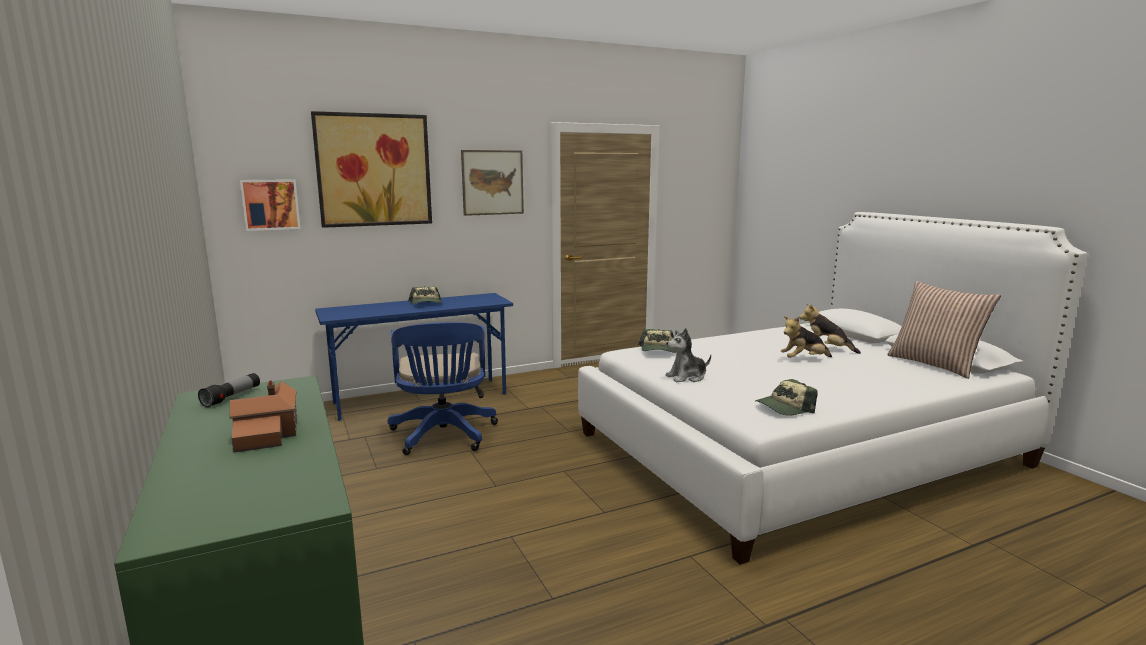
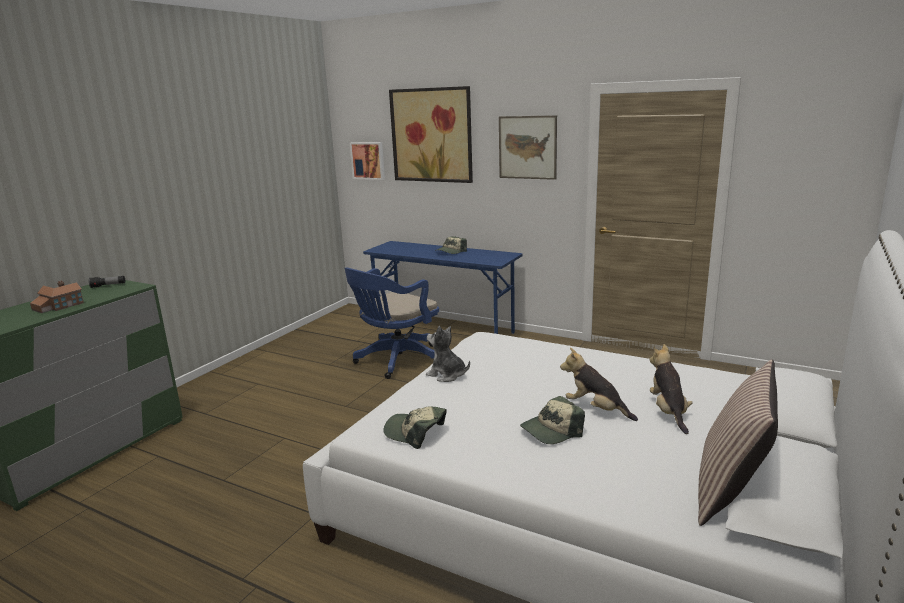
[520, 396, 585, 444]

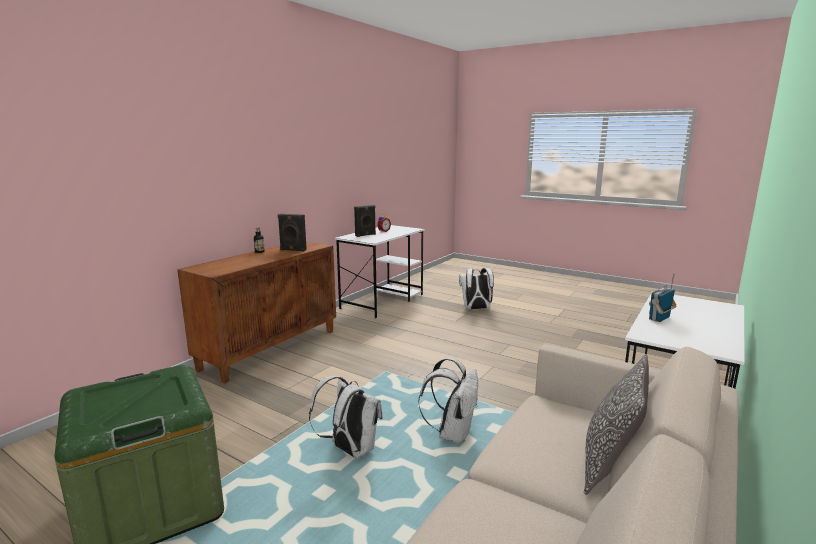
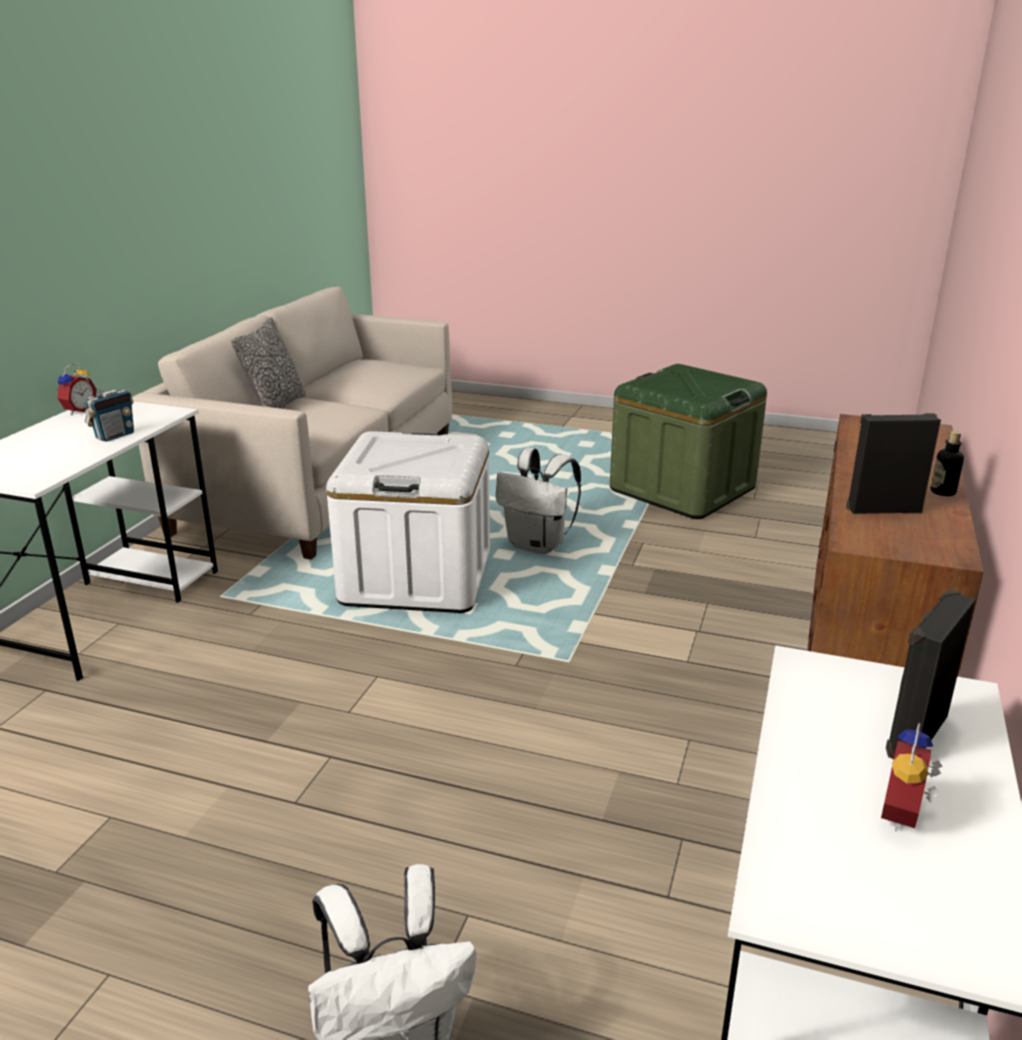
[57, 363, 97, 415]
[326, 431, 490, 613]

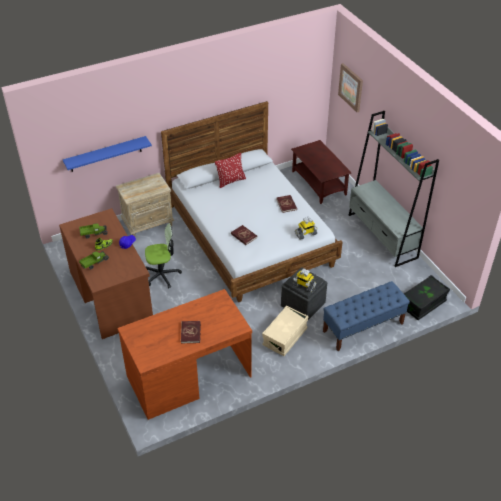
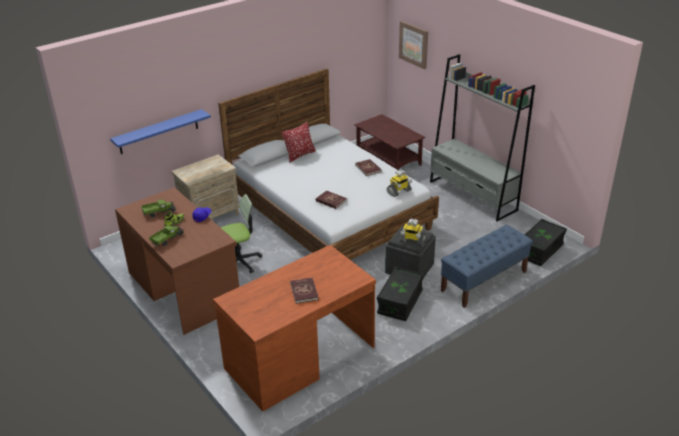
[377, 267, 424, 321]

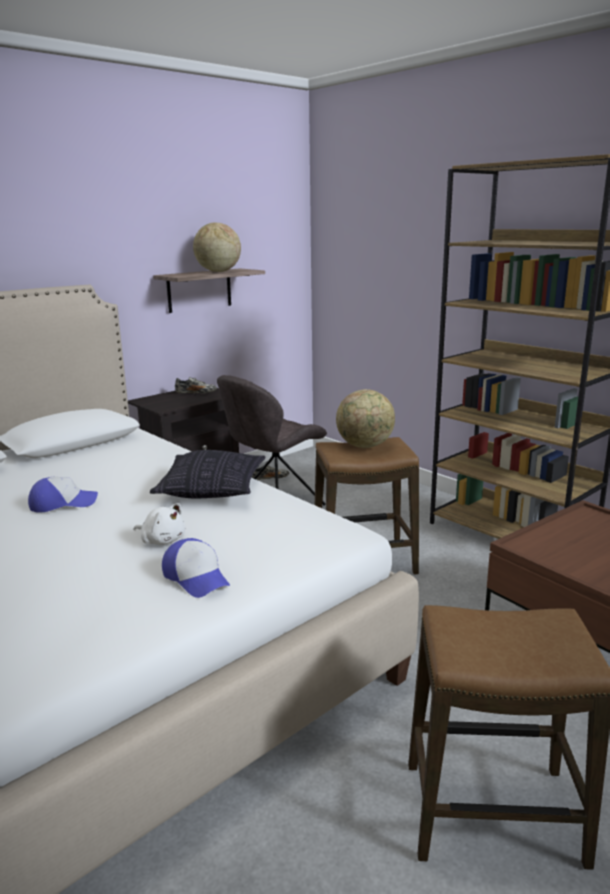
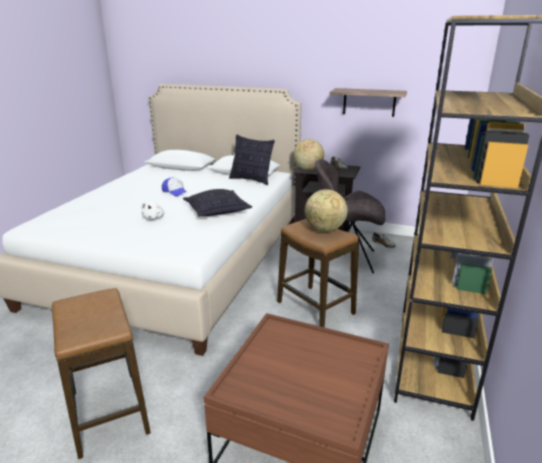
[162, 538, 230, 598] (first image)
[229, 134, 275, 185]
[293, 139, 324, 171]

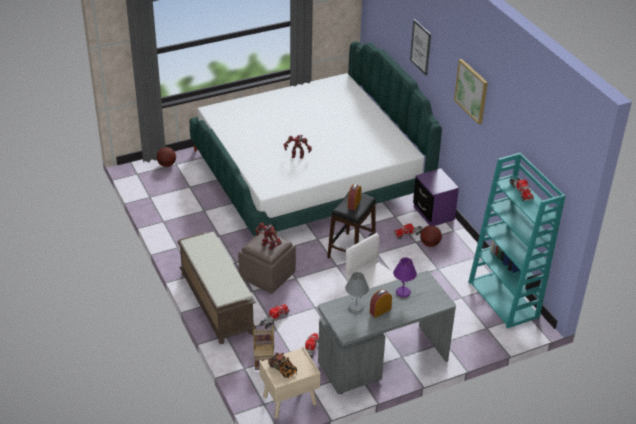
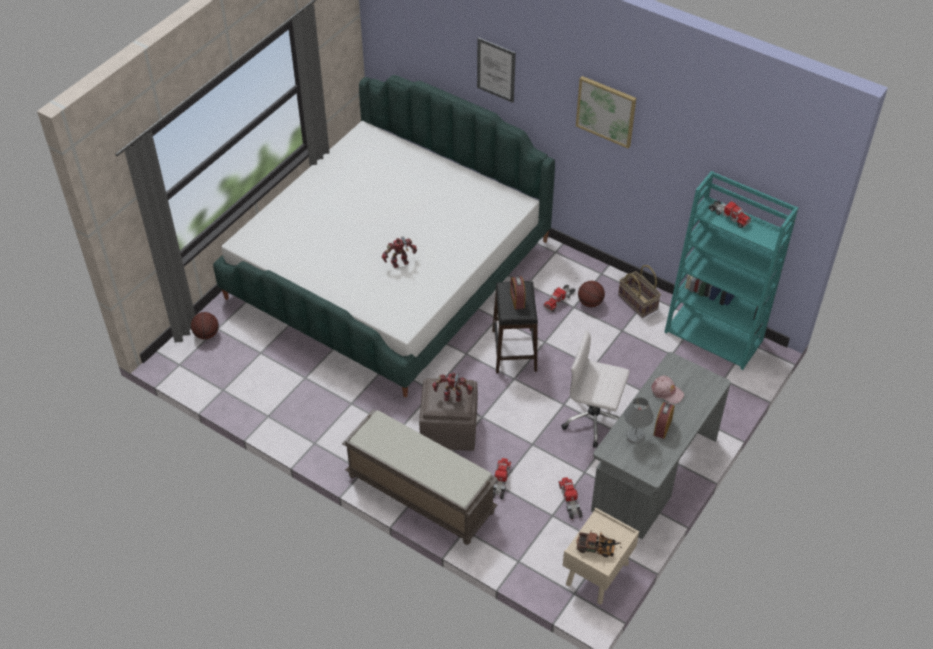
[413, 168, 459, 226] (first image)
[618, 265, 661, 318]
[651, 375, 684, 404]

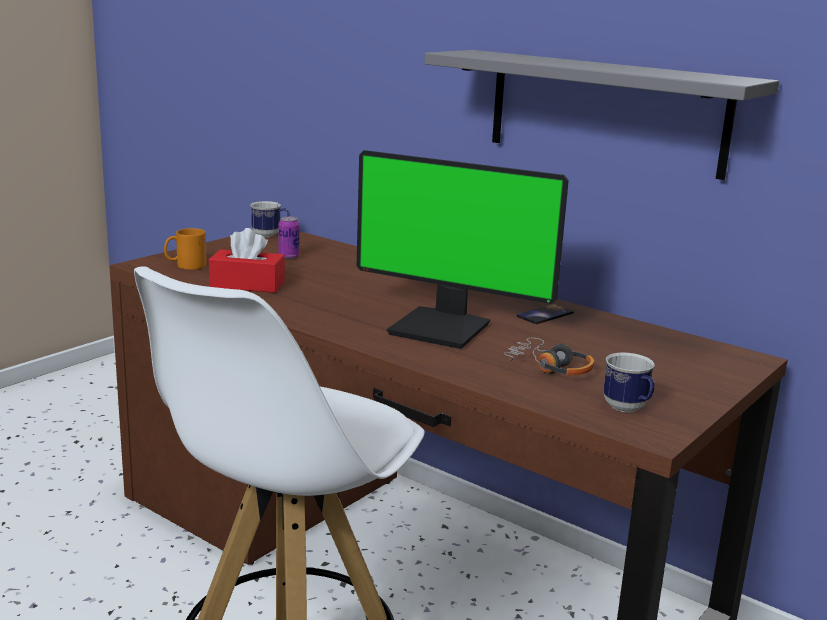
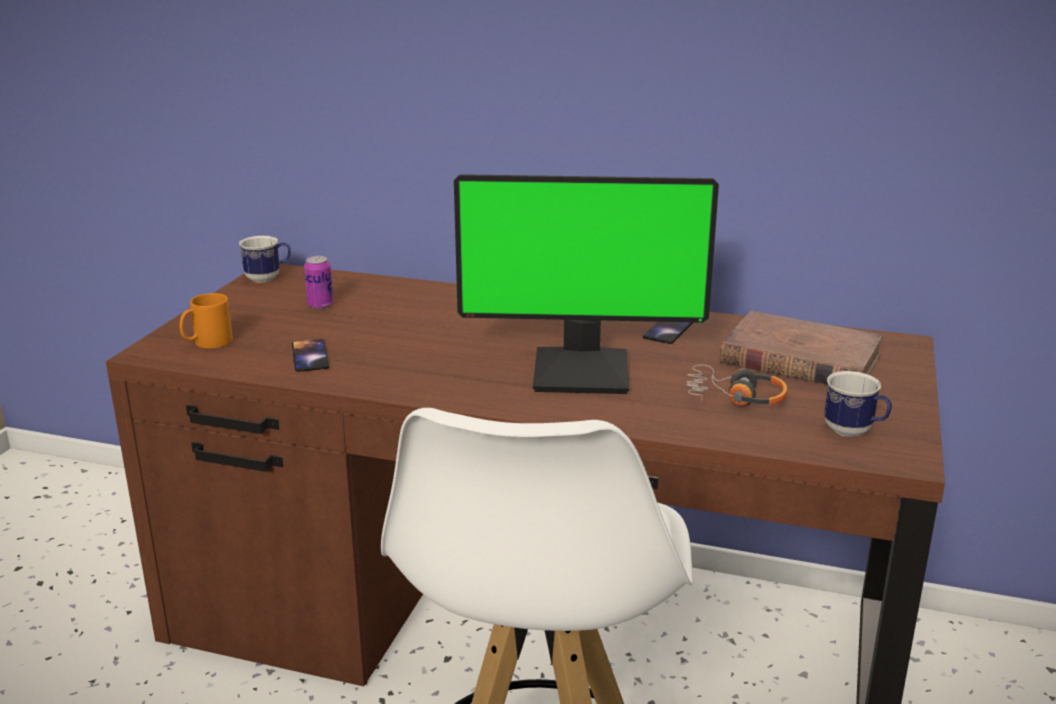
[424, 50, 779, 180] (first image)
[720, 311, 884, 385]
[292, 339, 329, 372]

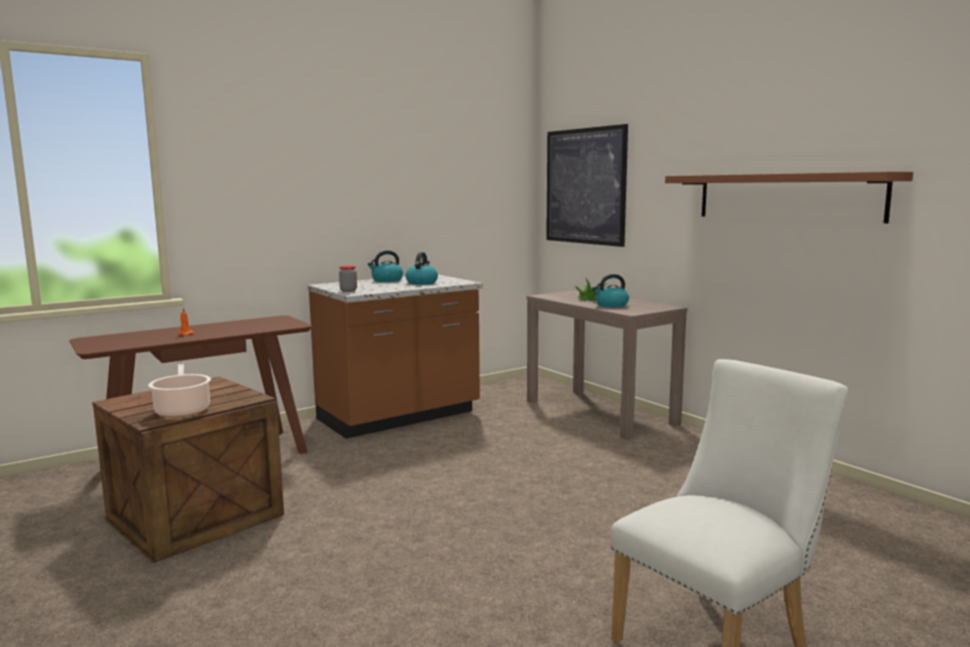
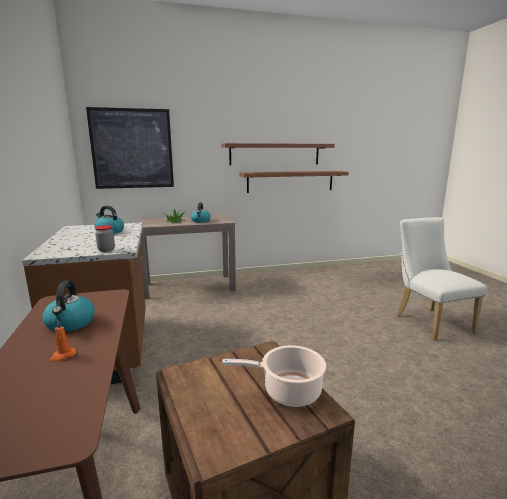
[239, 171, 349, 193]
[42, 280, 95, 332]

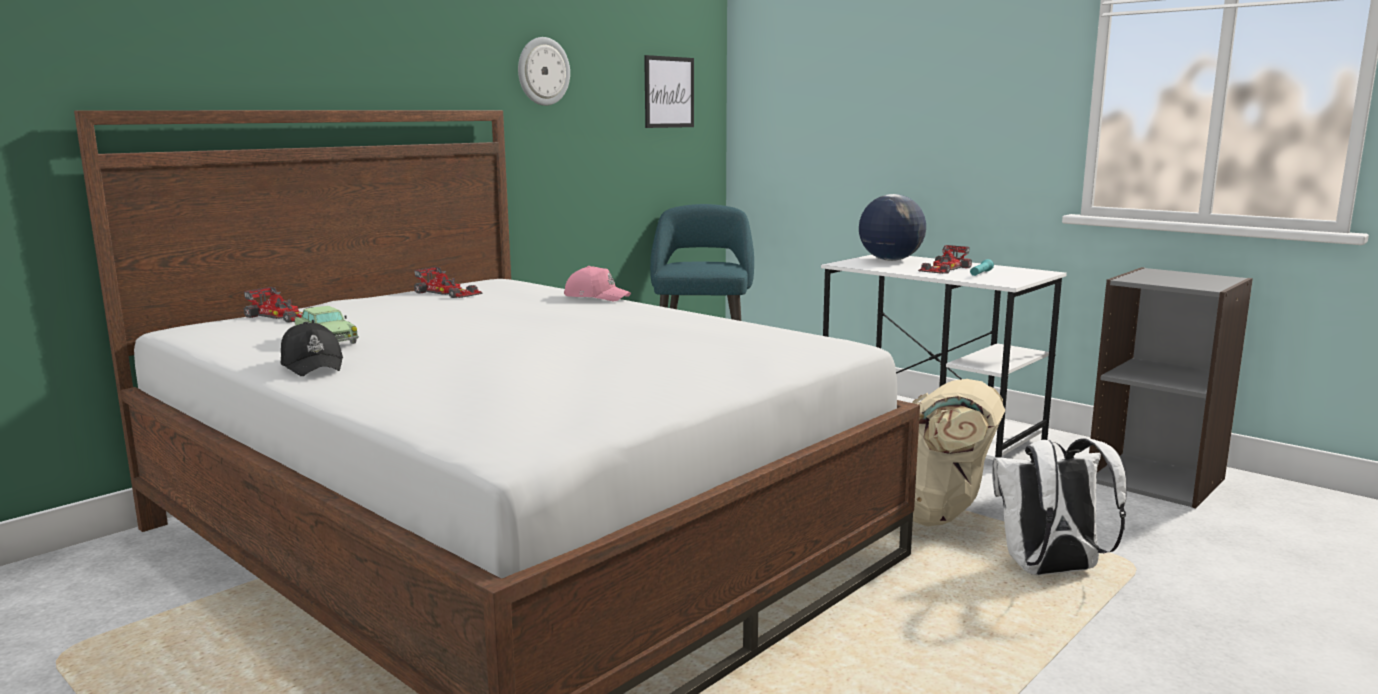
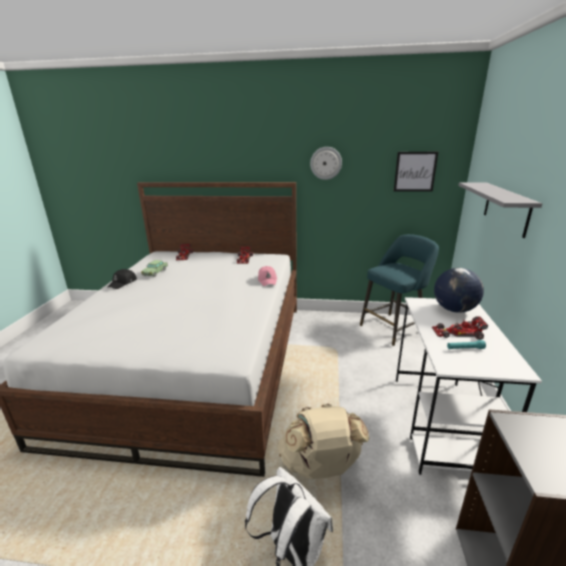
[458, 182, 542, 238]

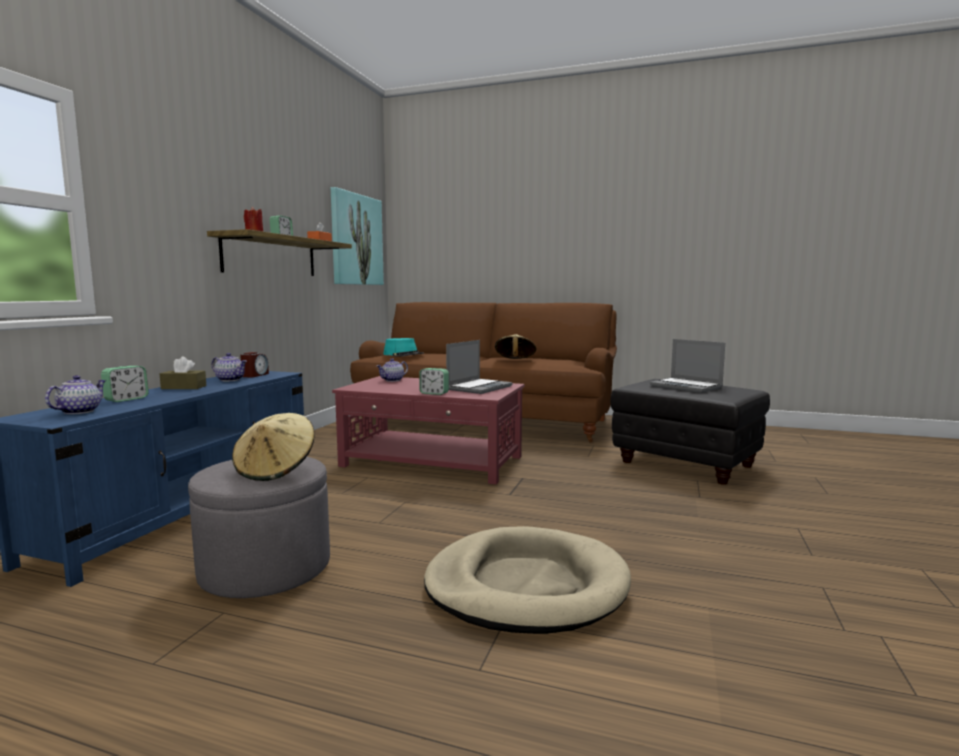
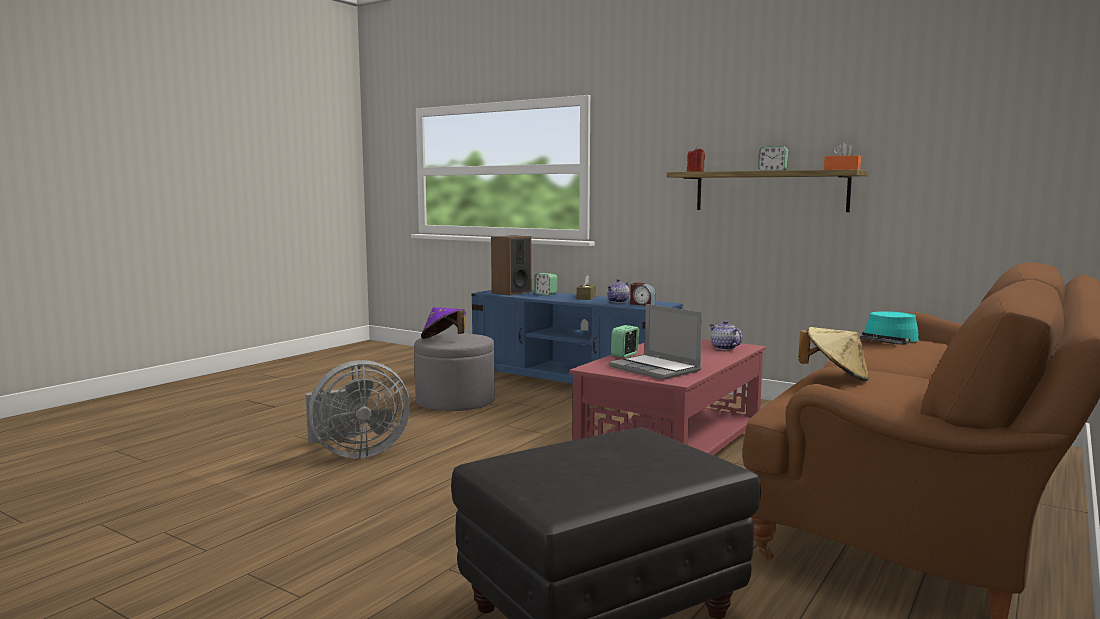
[331, 187, 384, 285] (first image)
[650, 339, 725, 393] (first image)
[491, 235, 531, 295]
[305, 360, 410, 459]
[421, 307, 466, 339]

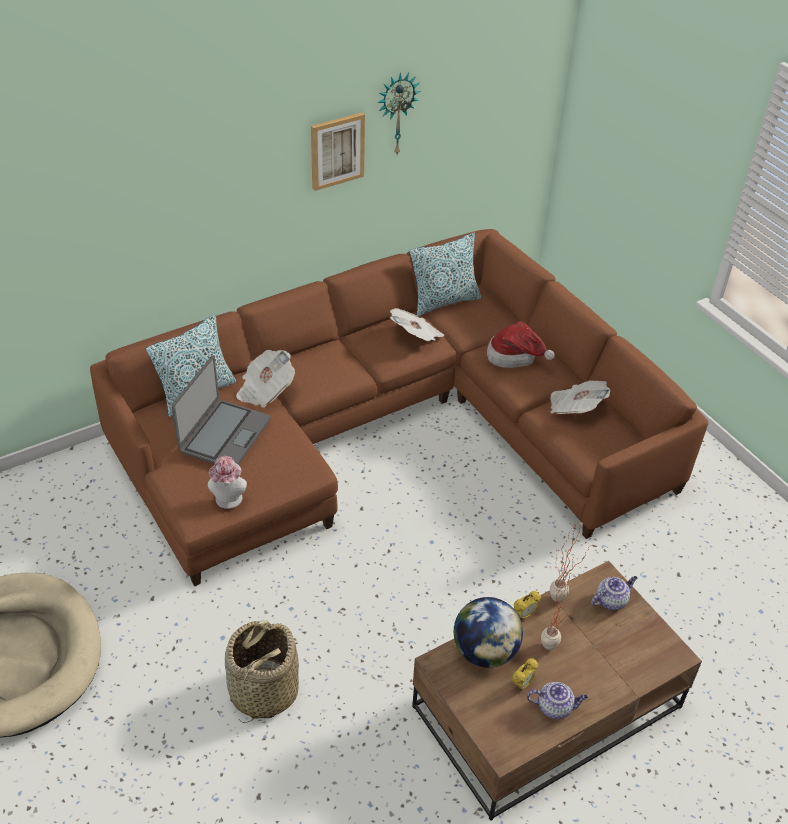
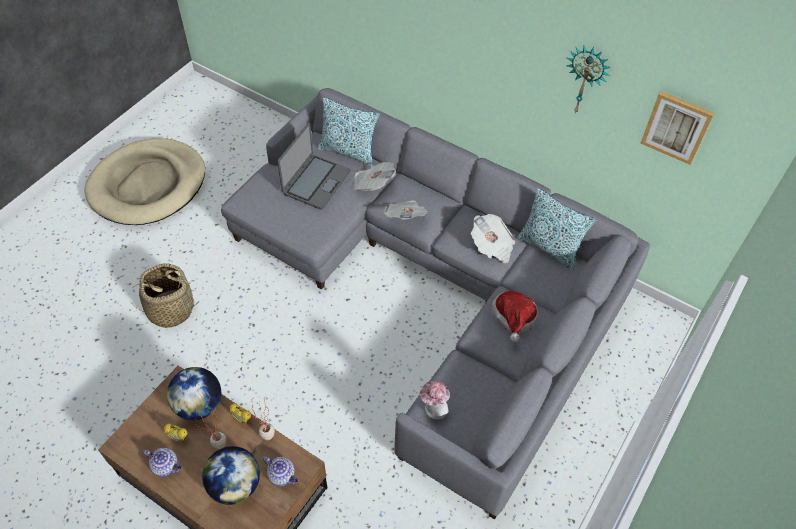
[202, 446, 260, 505]
[419, 381, 450, 419]
[641, 91, 715, 165]
[383, 200, 428, 220]
[221, 88, 650, 520]
[277, 123, 351, 210]
[143, 448, 181, 477]

